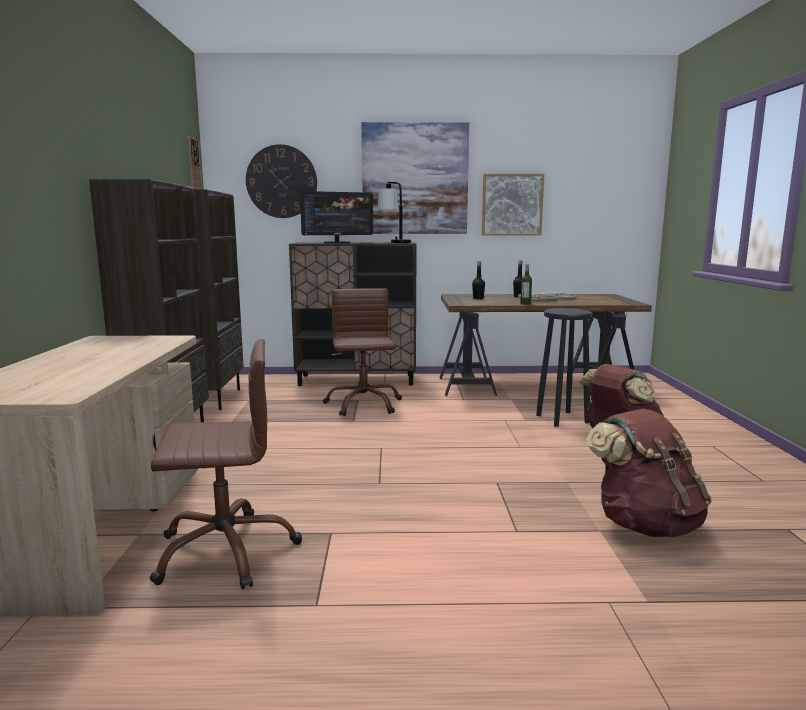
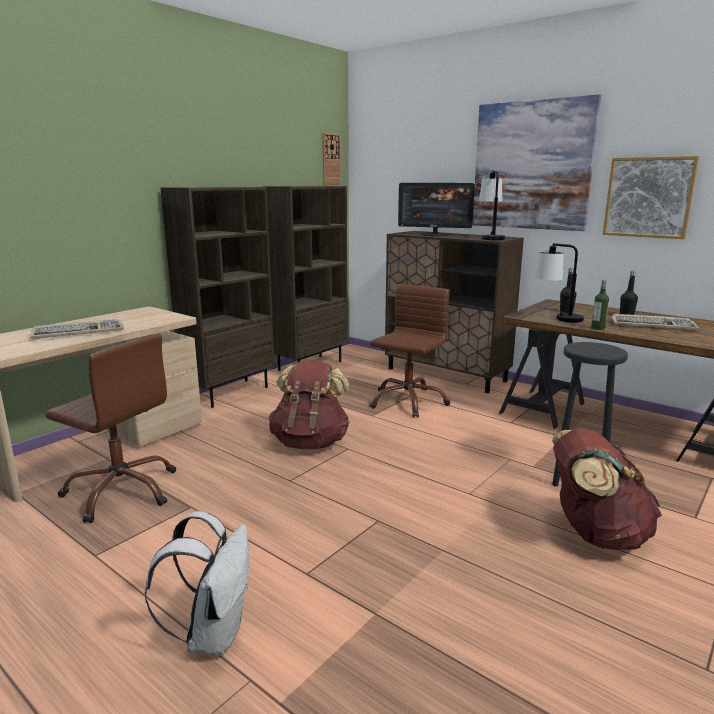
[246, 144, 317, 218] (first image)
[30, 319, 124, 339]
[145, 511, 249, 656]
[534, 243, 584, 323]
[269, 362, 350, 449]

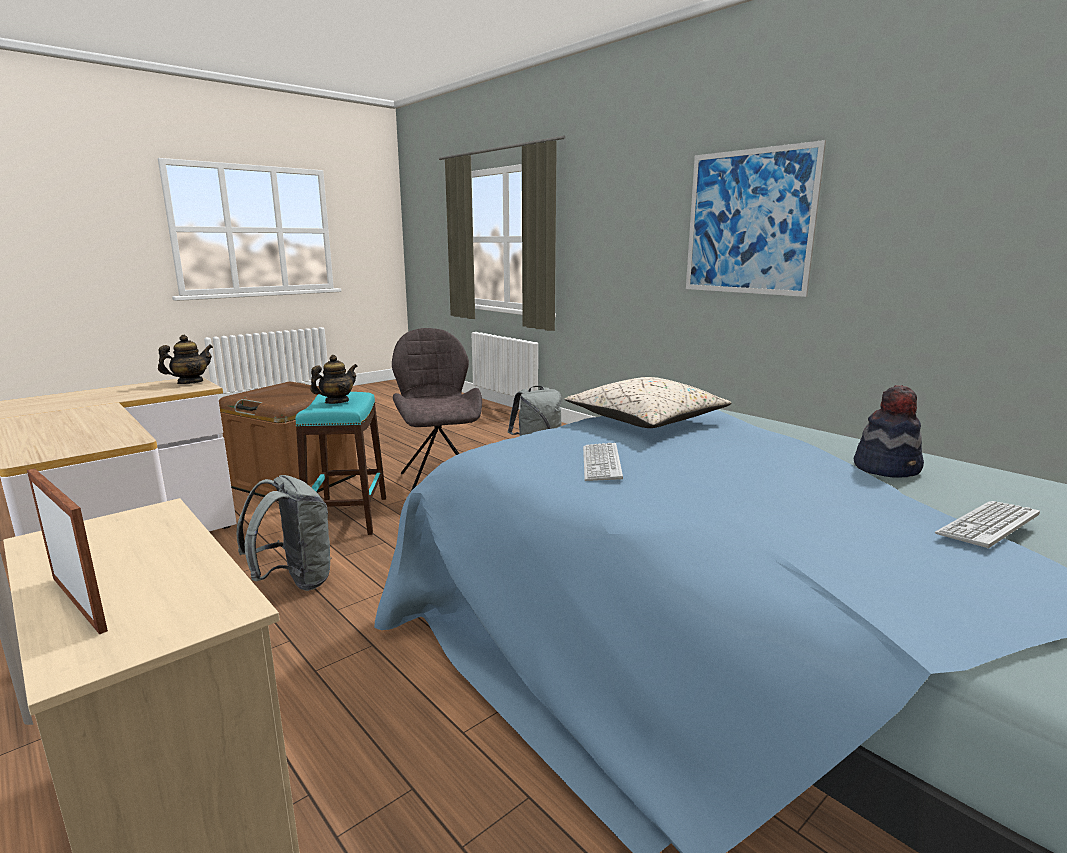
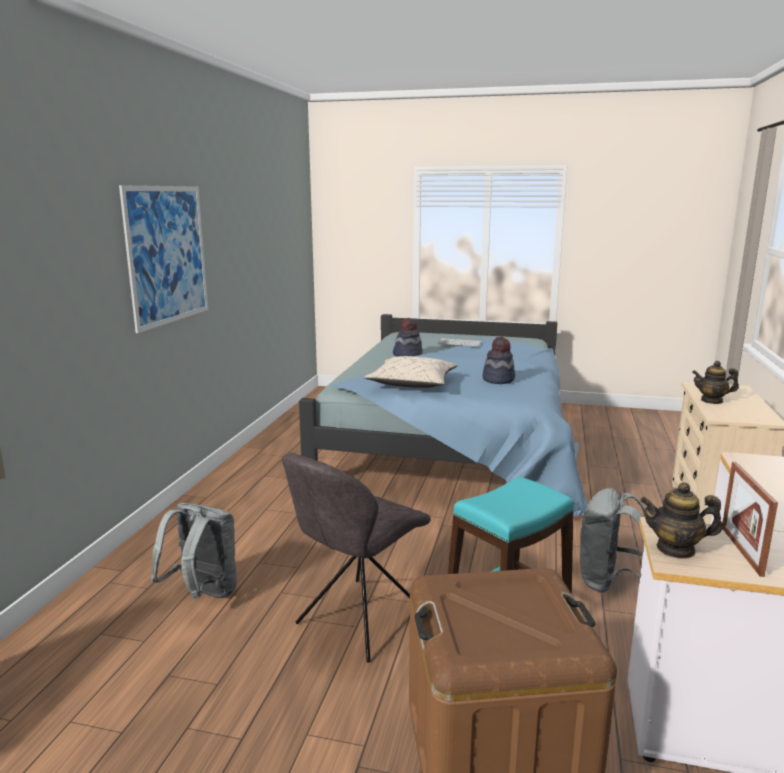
[722, 462, 778, 577]
[692, 361, 739, 404]
[482, 337, 515, 384]

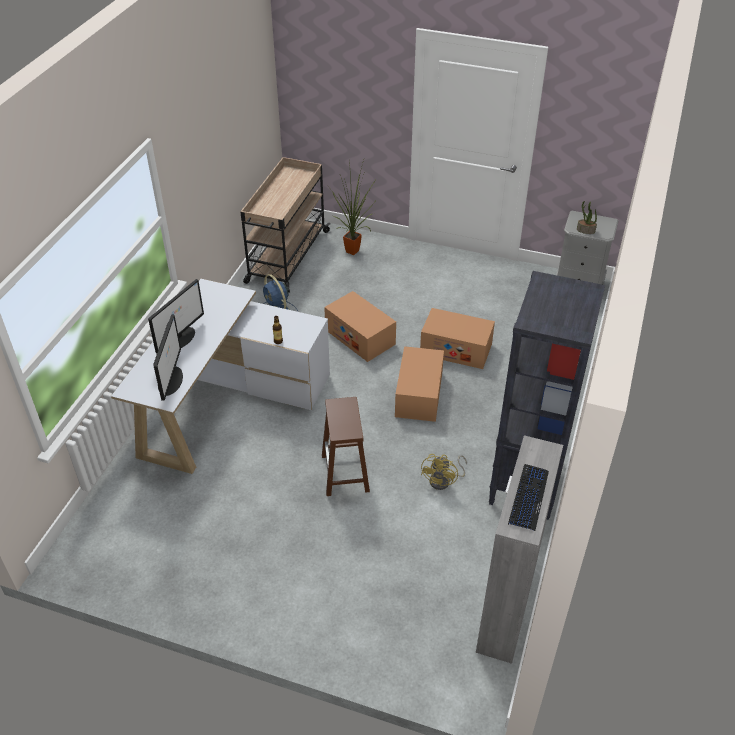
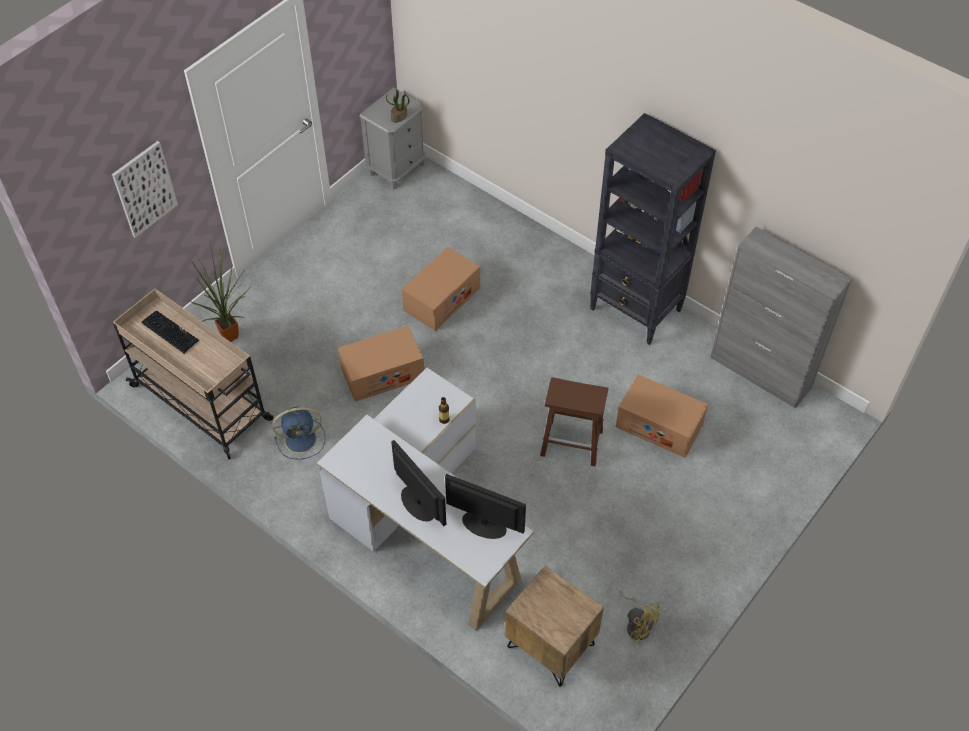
[112, 141, 178, 238]
[505, 565, 604, 687]
[616, 374, 708, 458]
[619, 591, 661, 643]
[142, 310, 200, 354]

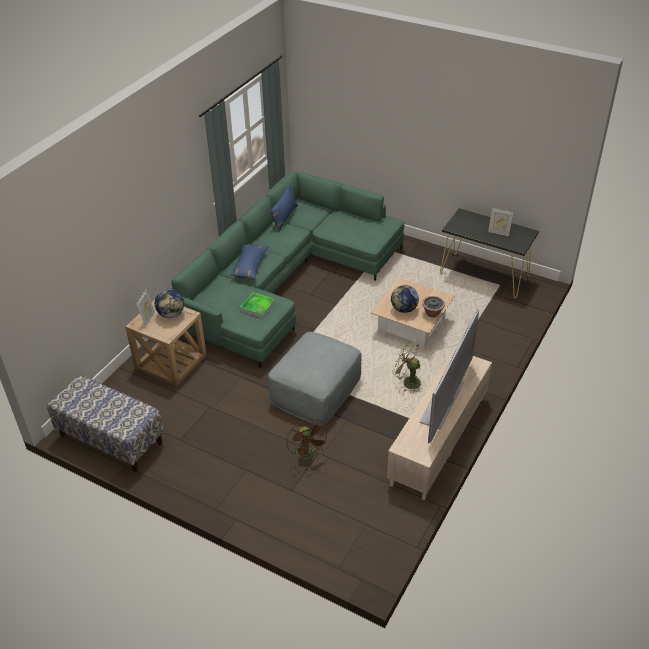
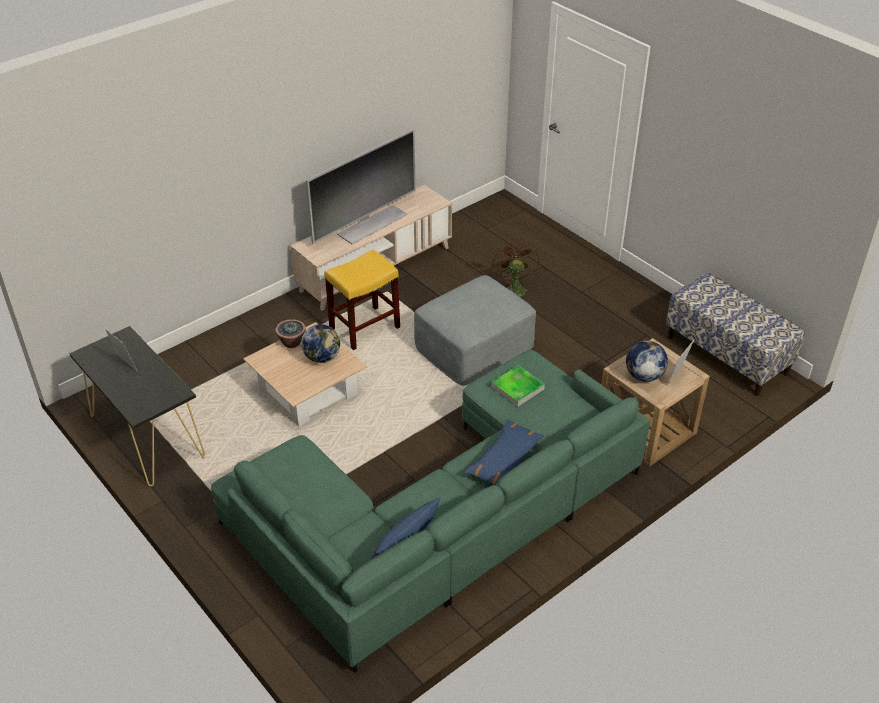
[324, 250, 400, 350]

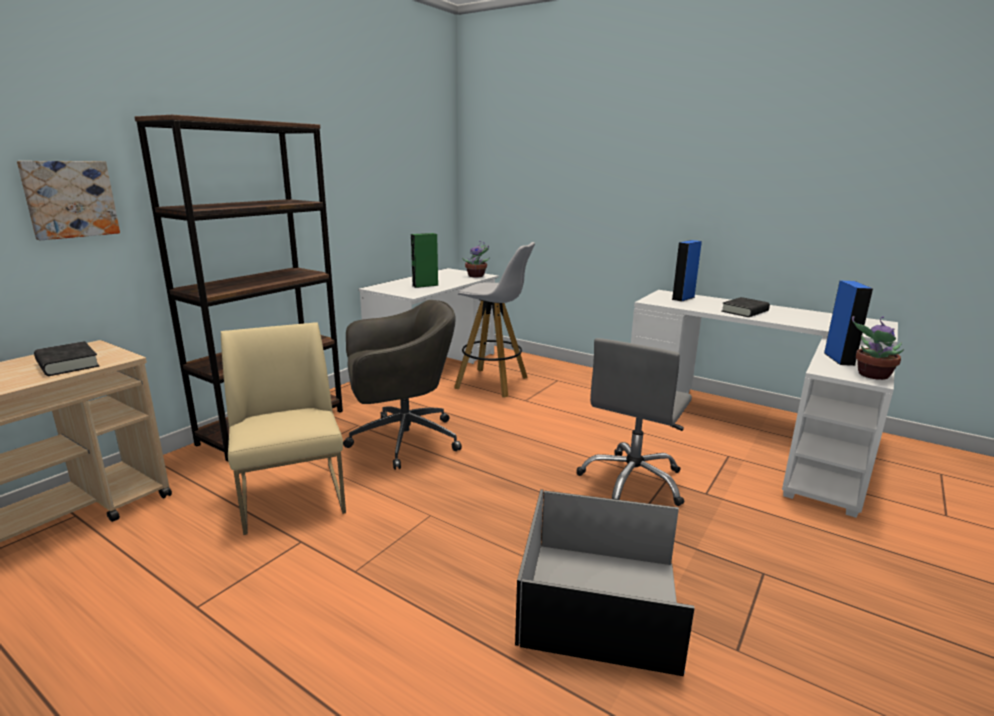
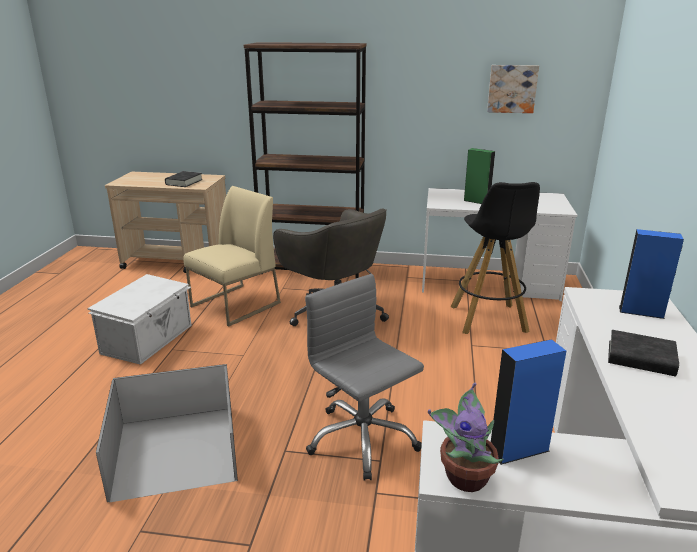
[462, 241, 490, 277] (first image)
[88, 274, 192, 365]
[487, 65, 539, 113]
[451, 182, 540, 334]
[305, 274, 424, 481]

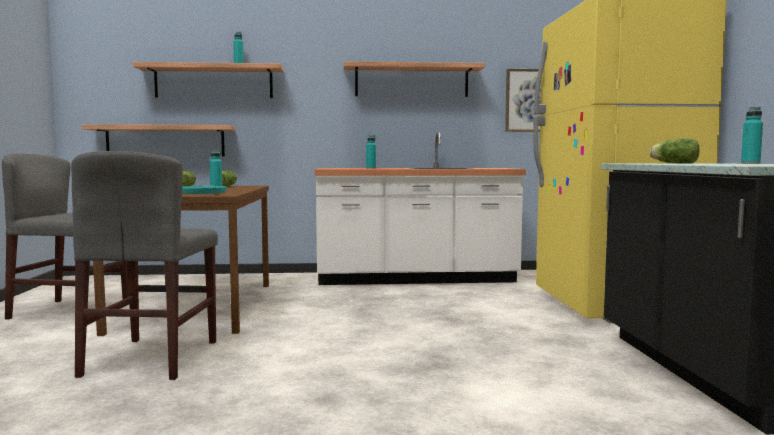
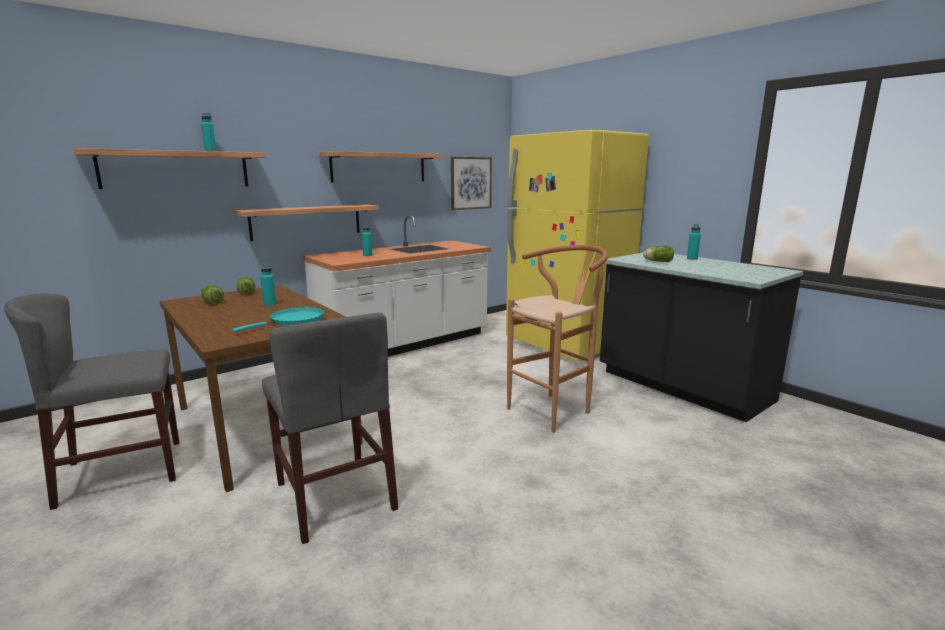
[507, 245, 608, 433]
[234, 204, 379, 241]

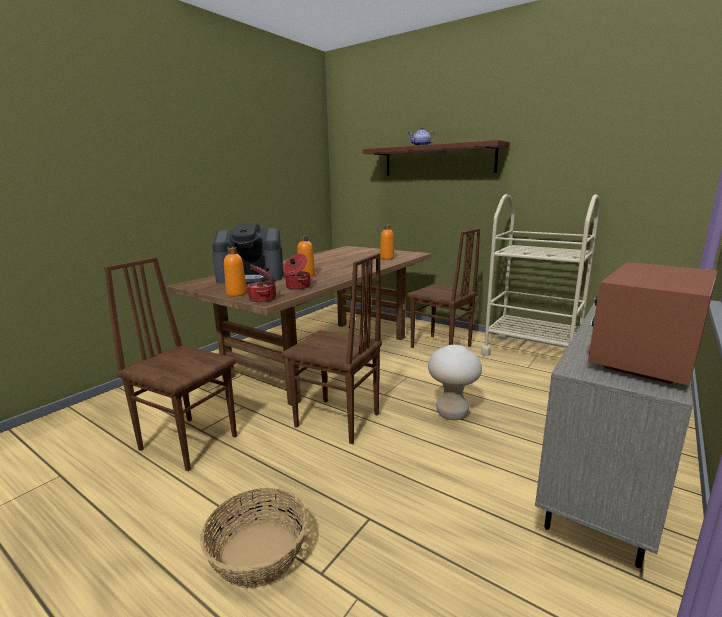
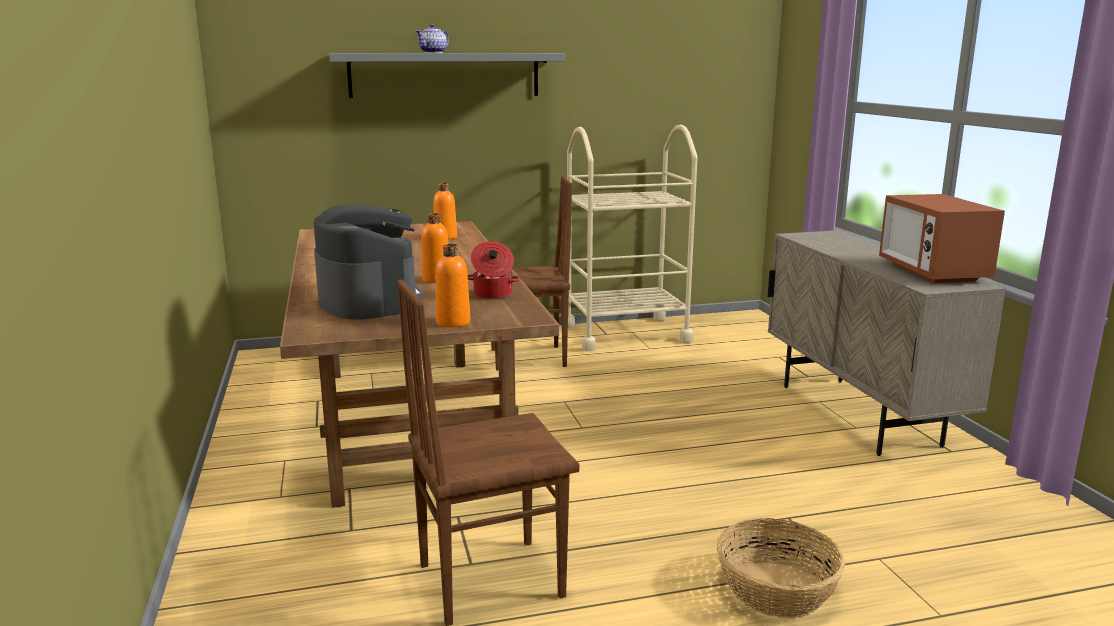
[247, 265, 276, 302] (first image)
[281, 253, 382, 444] (first image)
[428, 345, 482, 420] (first image)
[329, 53, 565, 98]
[314, 204, 423, 320]

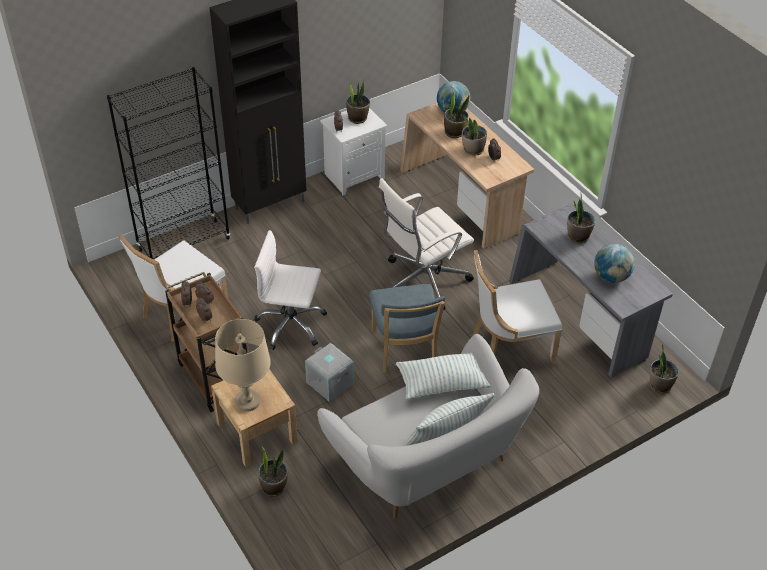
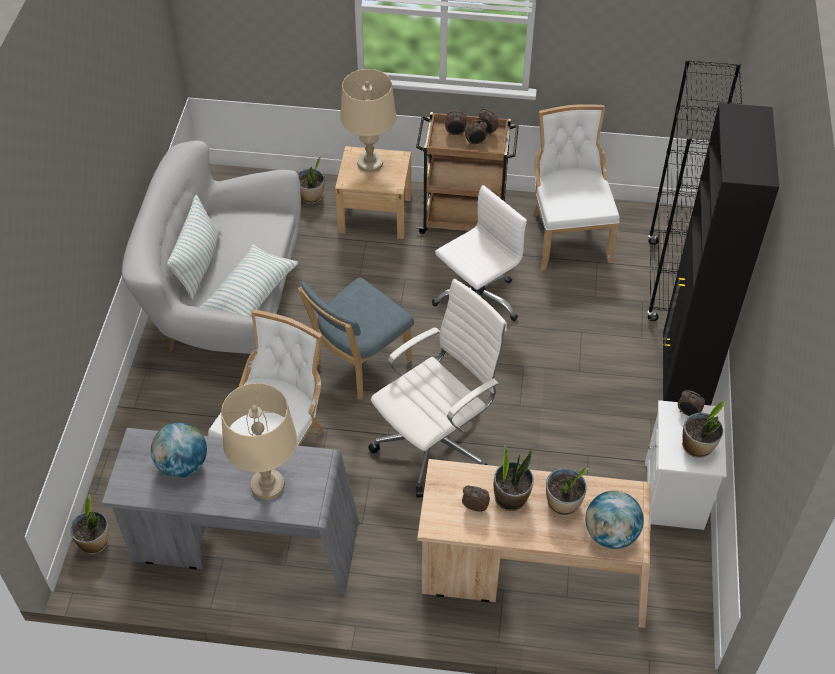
[305, 343, 354, 401] (first image)
[221, 383, 297, 500]
[298, 278, 414, 400]
[368, 279, 507, 498]

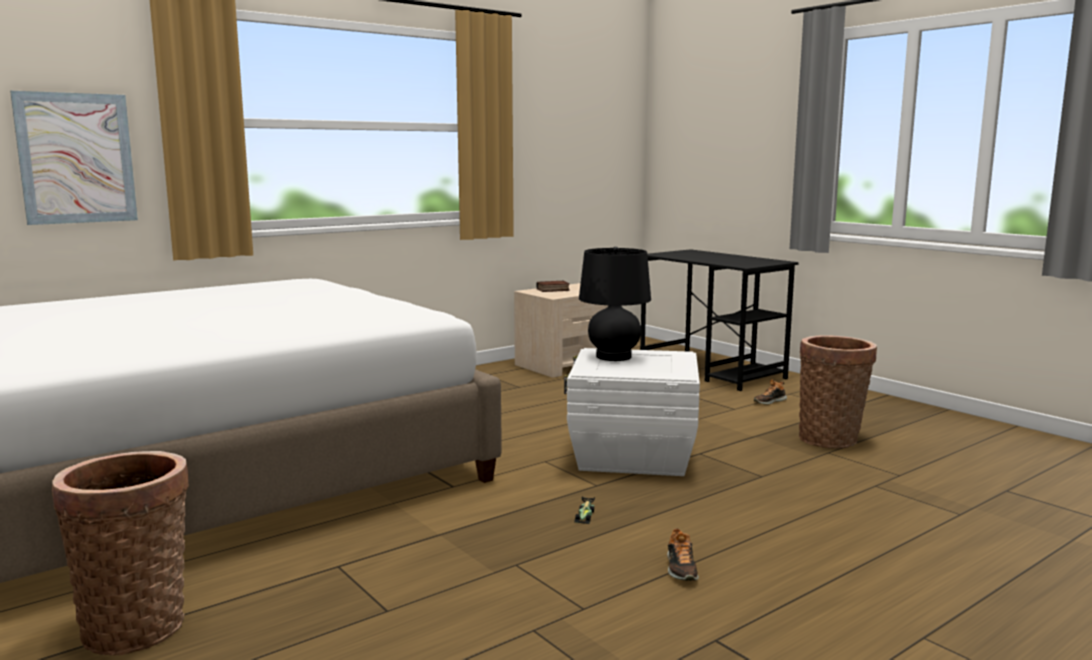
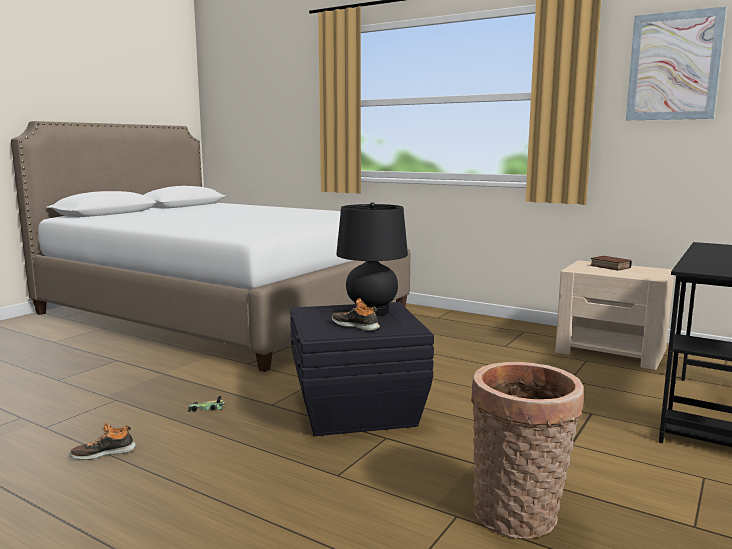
[52, 451, 189, 656] (first image)
[626, 6, 726, 120]
[332, 298, 380, 331]
[290, 302, 434, 436]

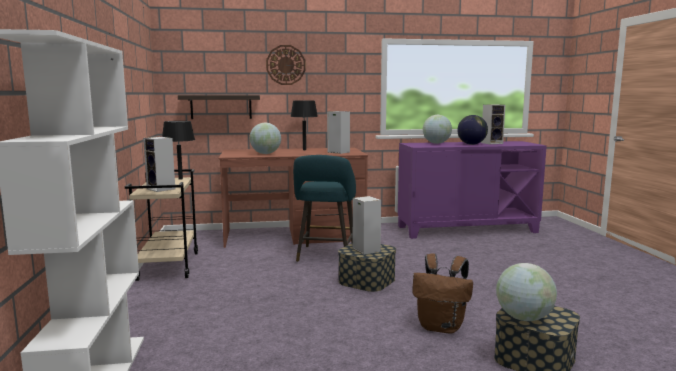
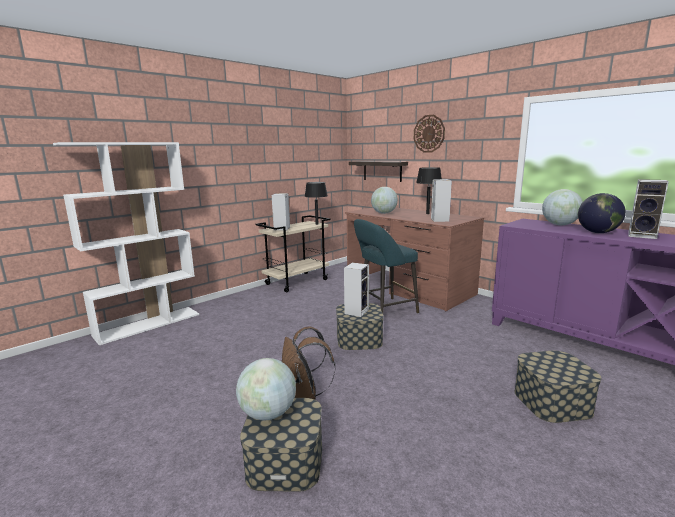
[514, 351, 602, 423]

